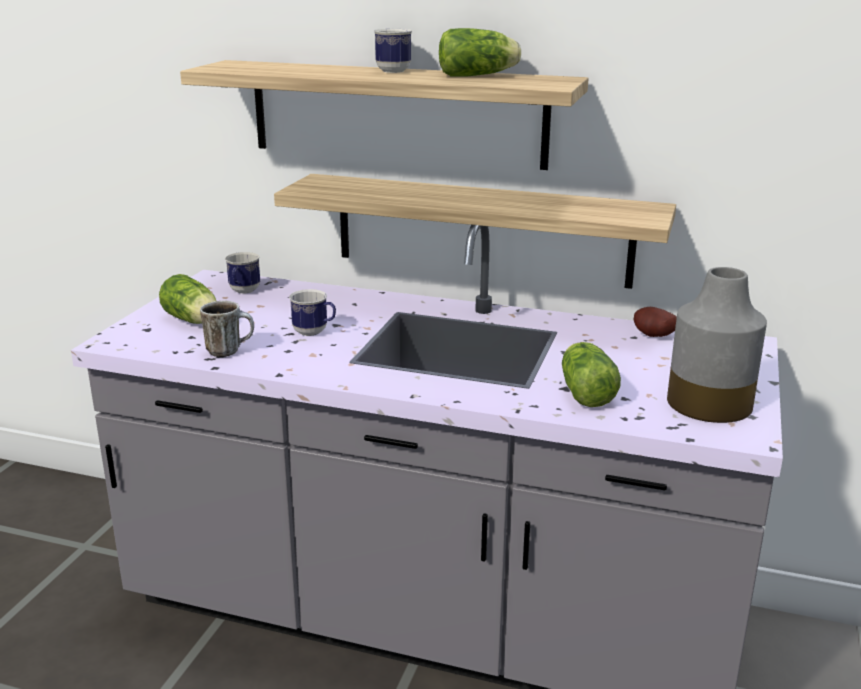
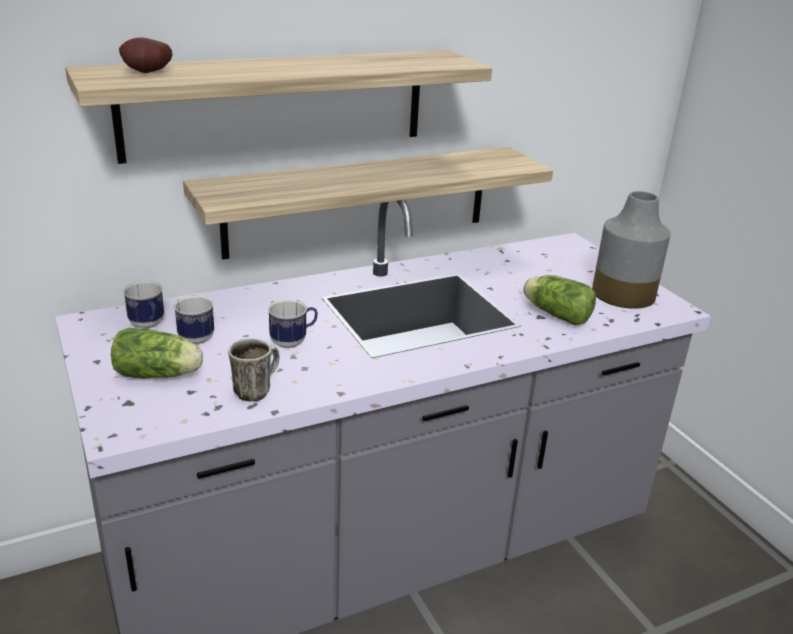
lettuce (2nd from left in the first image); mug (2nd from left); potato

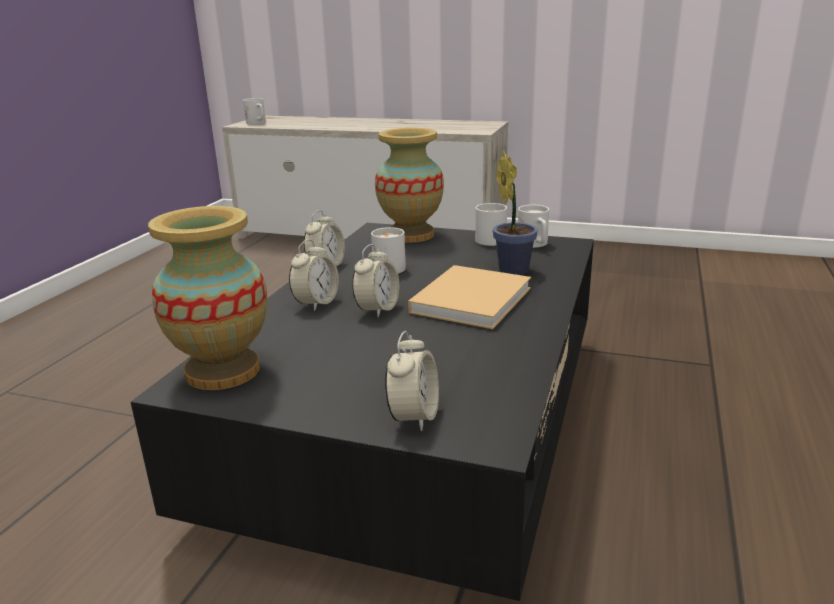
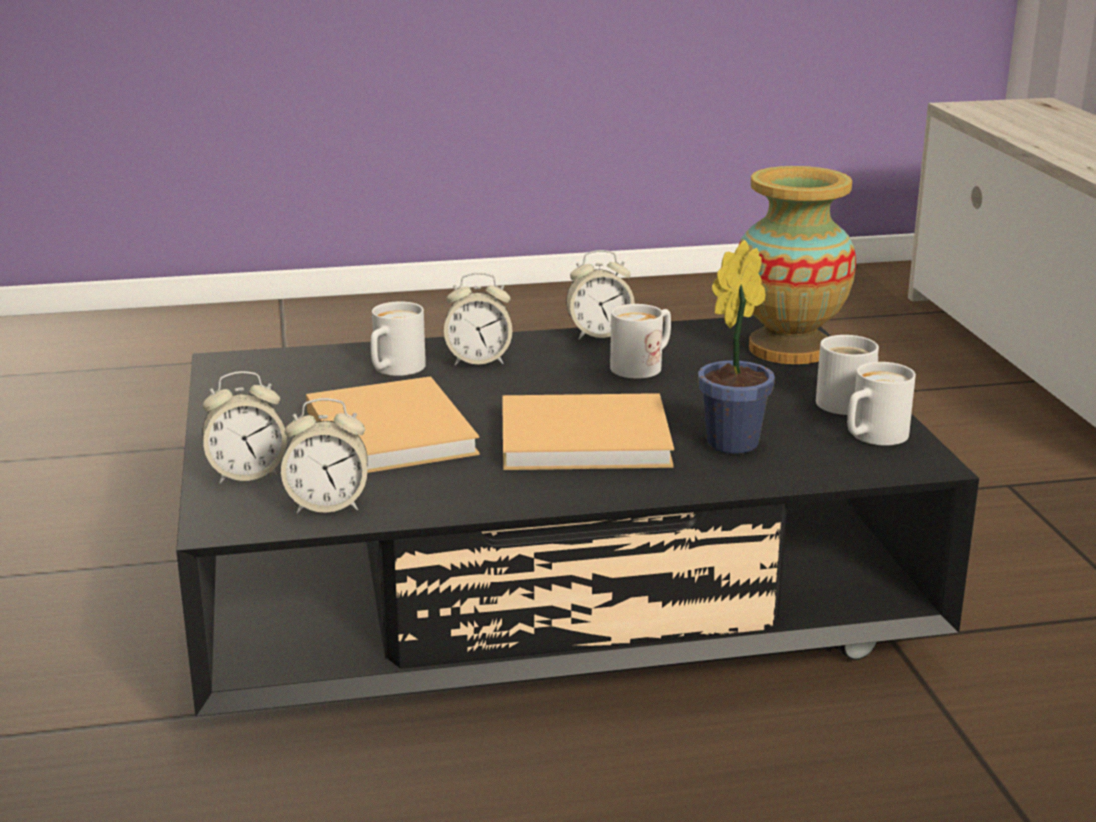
mug (white) (1st from left); vase (1st from left in the first image); alarm clock (2nd from left); book (beige) (1st from left)

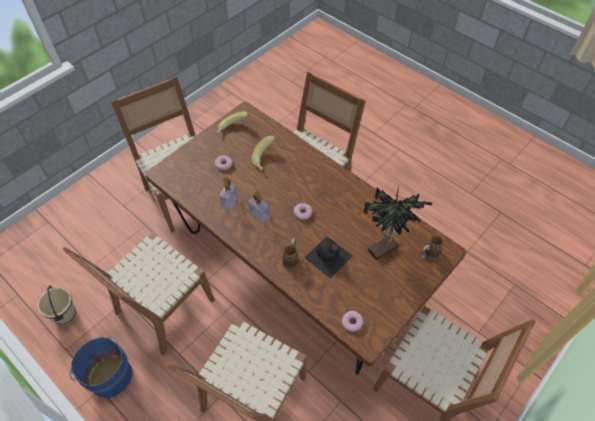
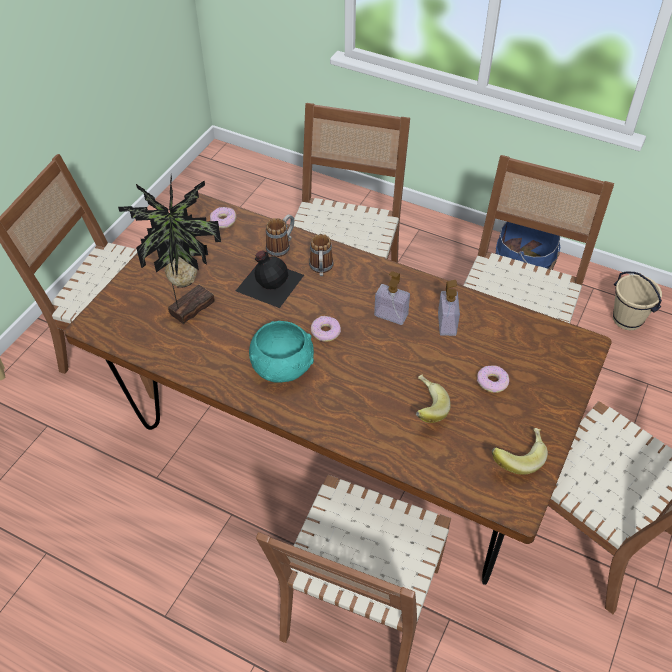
mug (1st from left); bowl (turquoise)

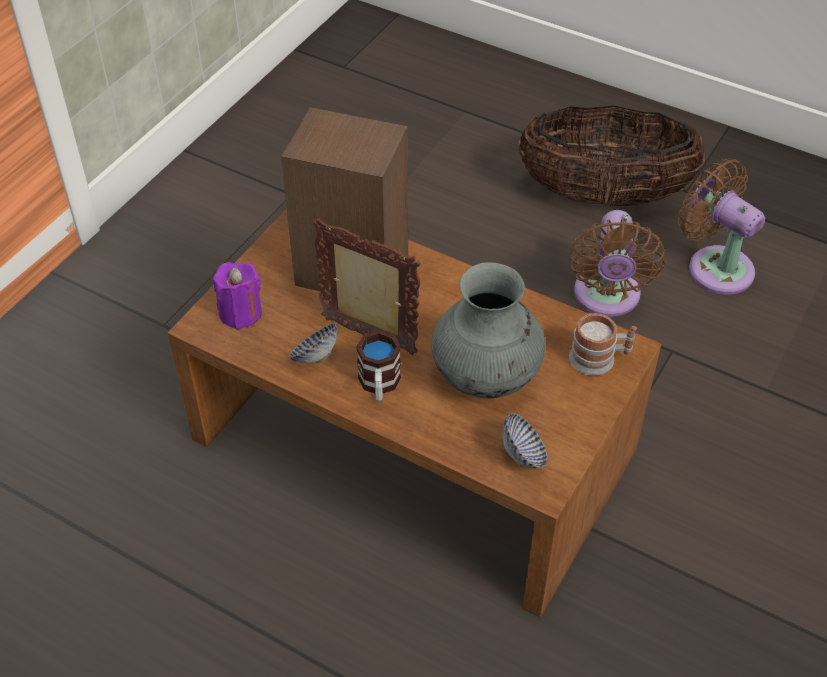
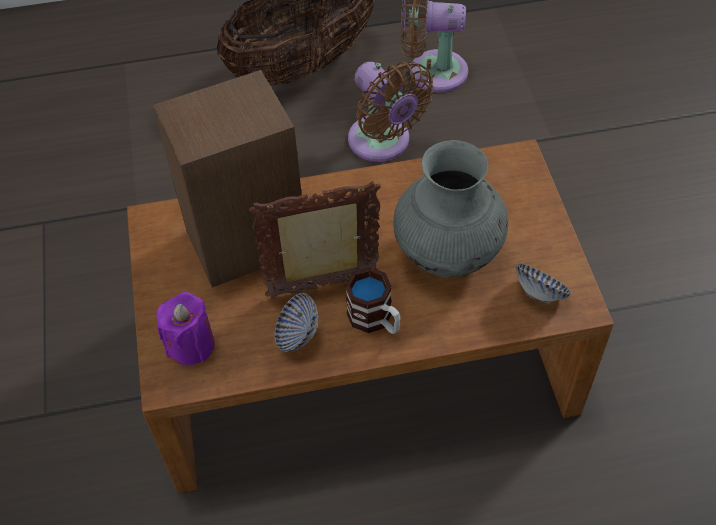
mug (2nd from left in the first image)

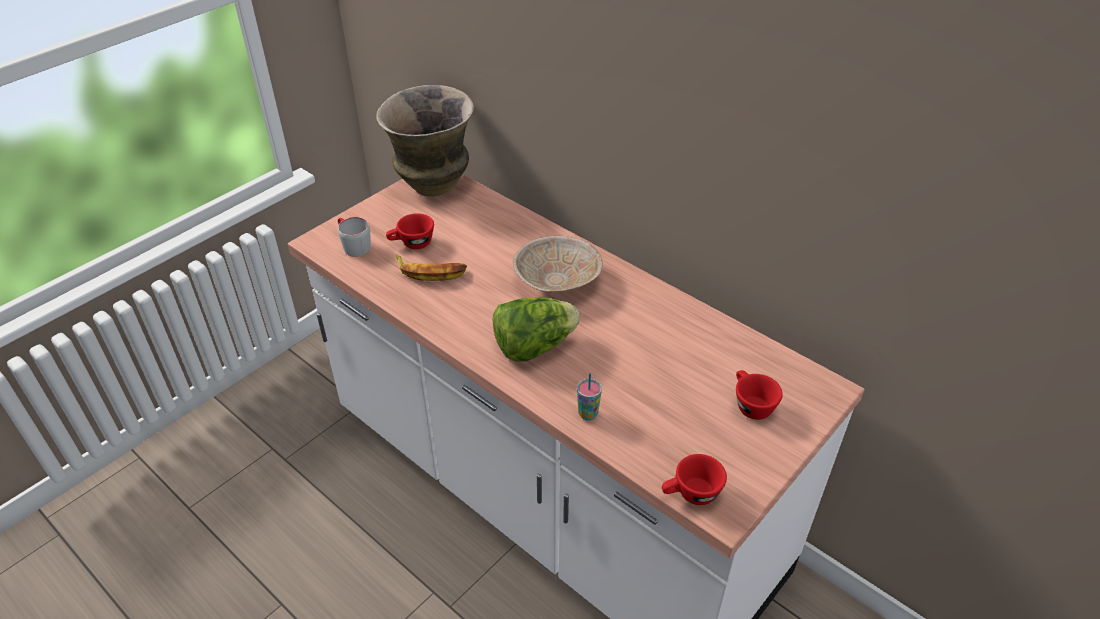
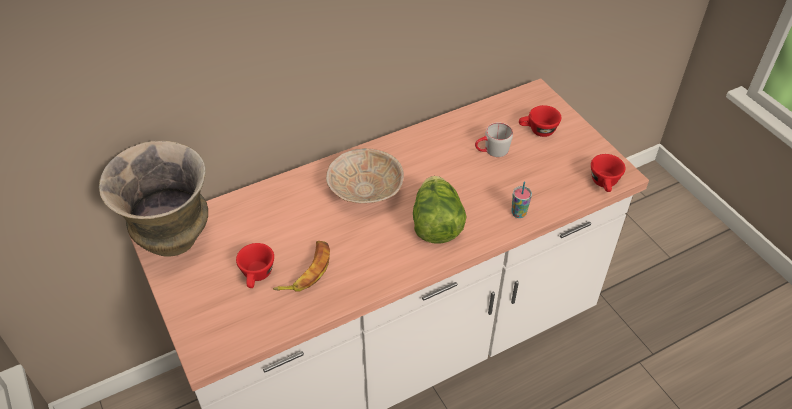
mug (grey)

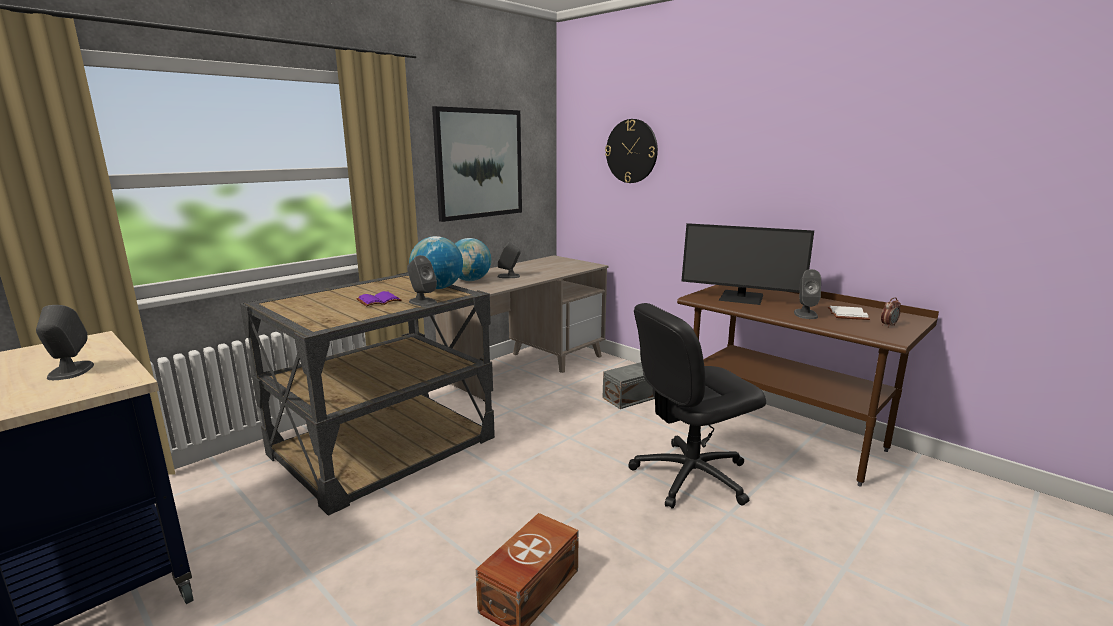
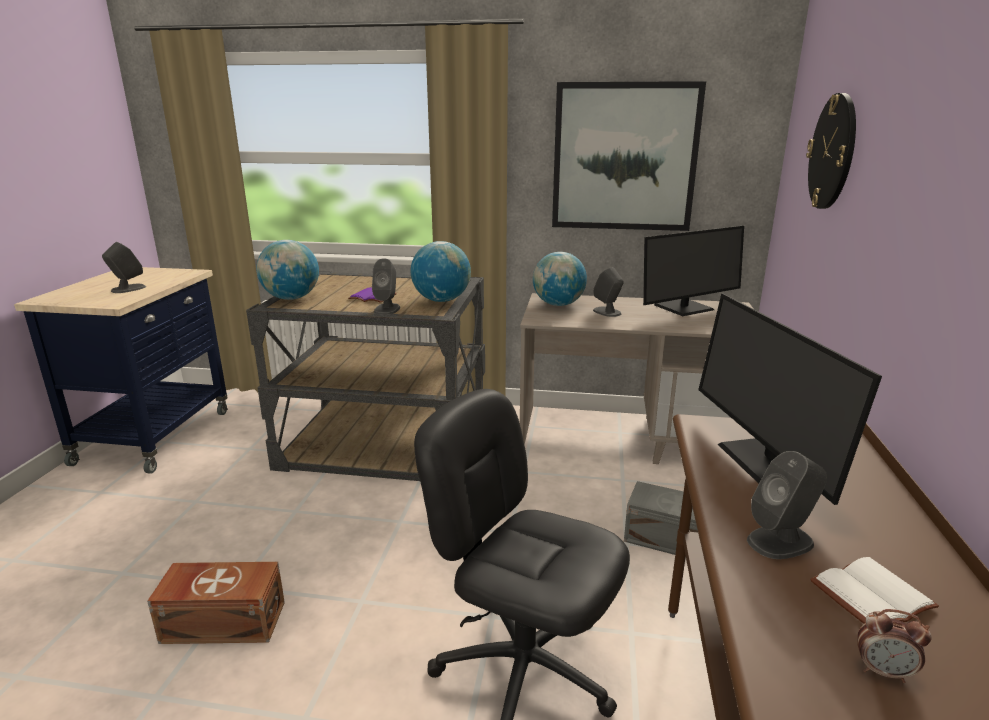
monitor (1st from left); globe (1st from left)

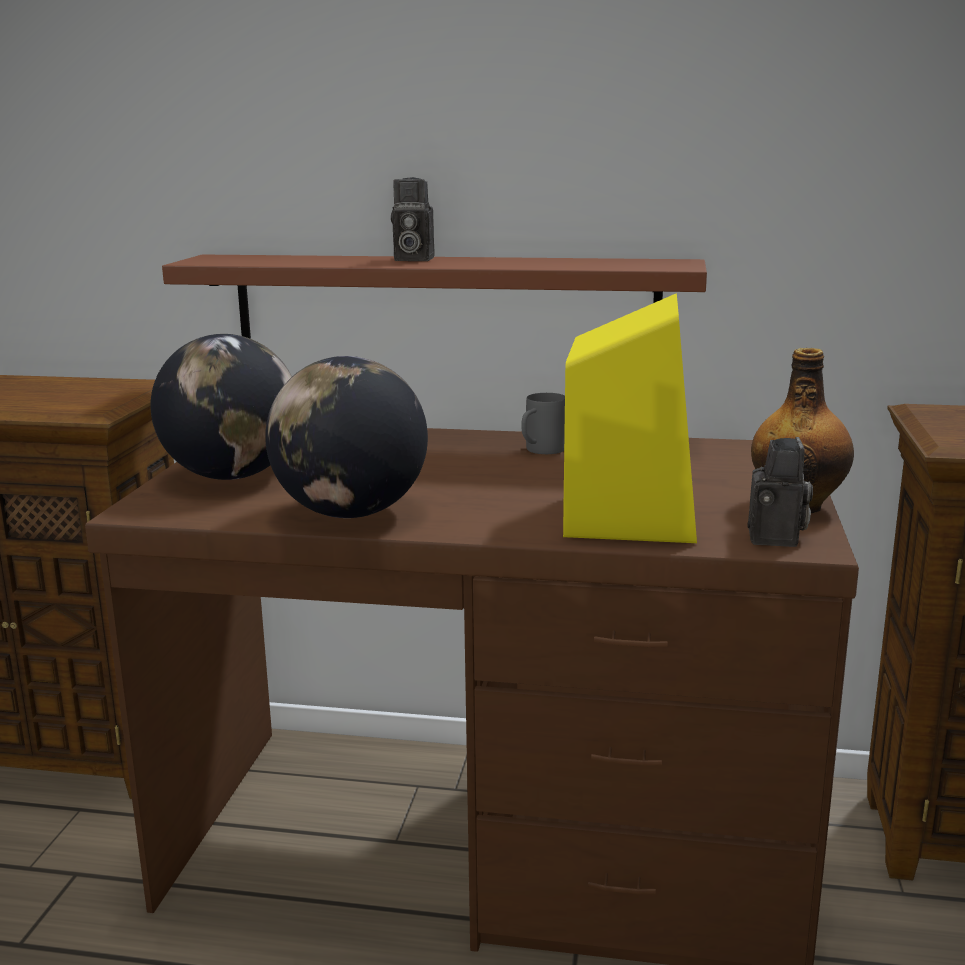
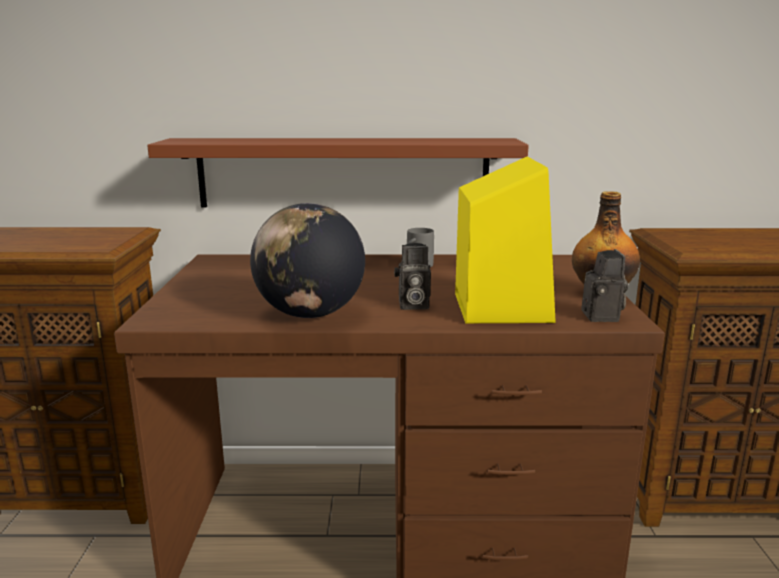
photo camera (1st from left); globe (1st from left in the first image)

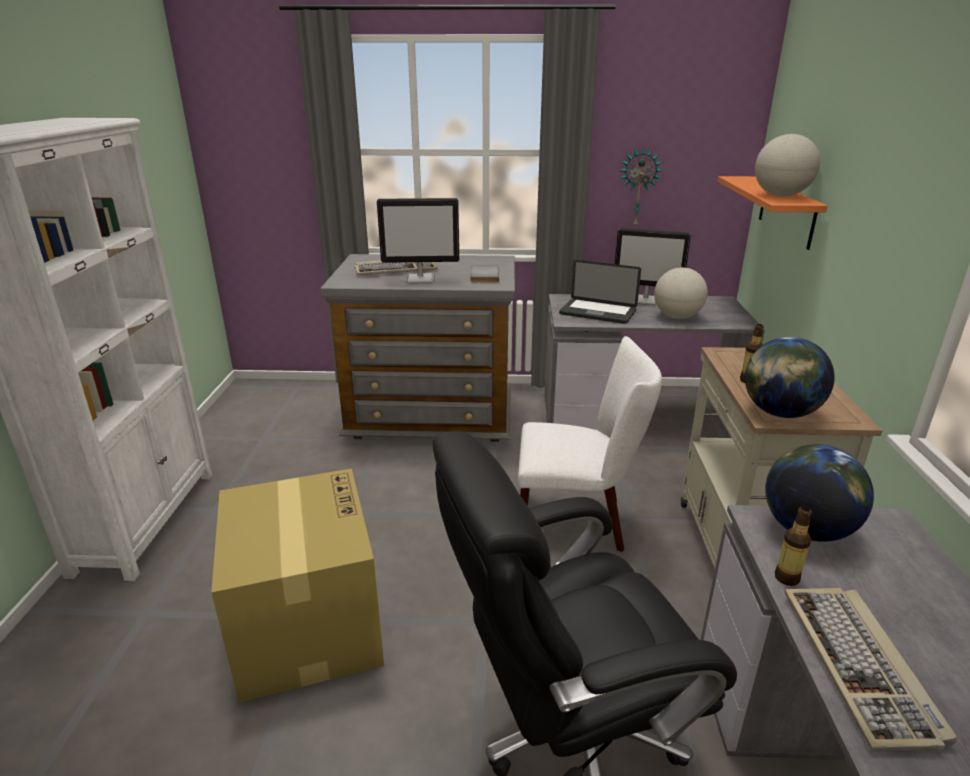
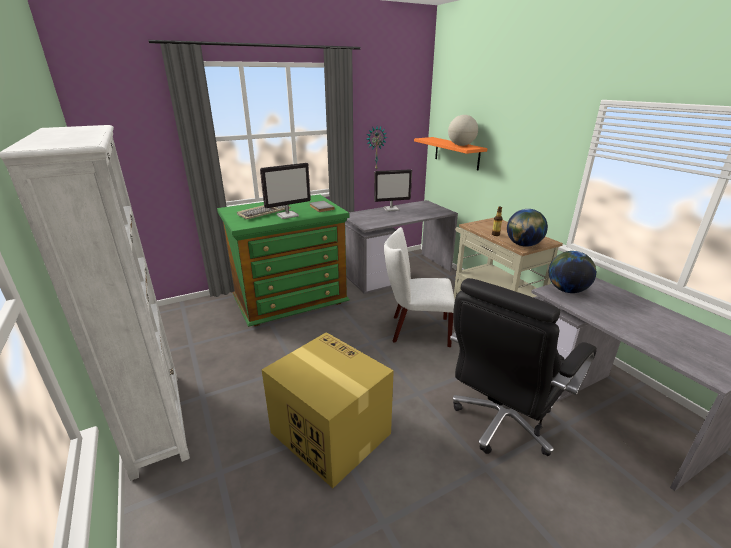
dresser (green); laptop; globe (1st from left in the first image); chair (white); bottle (2nd from left in the first image); keyboard (2nd from left in the first image)

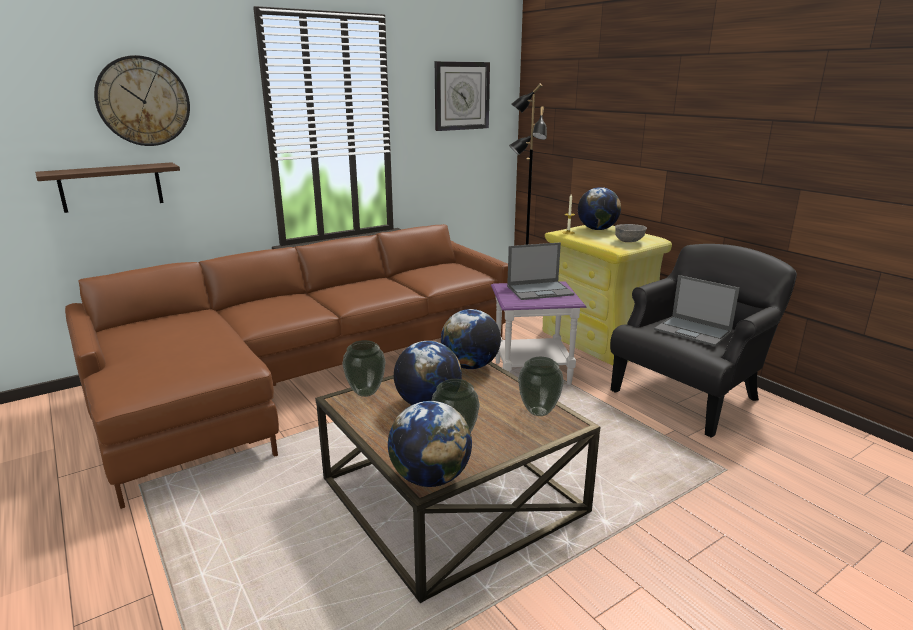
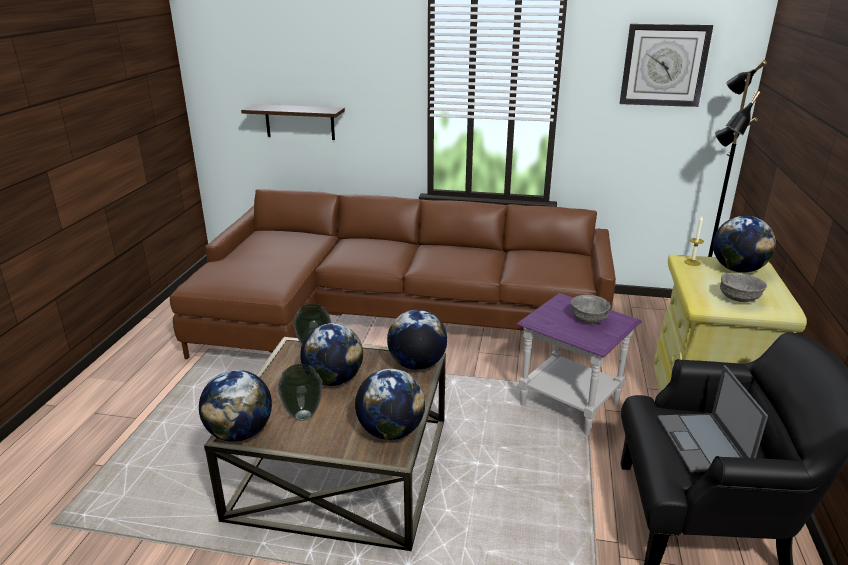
wall clock (1st from left in the first image); bowl (grey) (1st from left); globe (3rd from left)

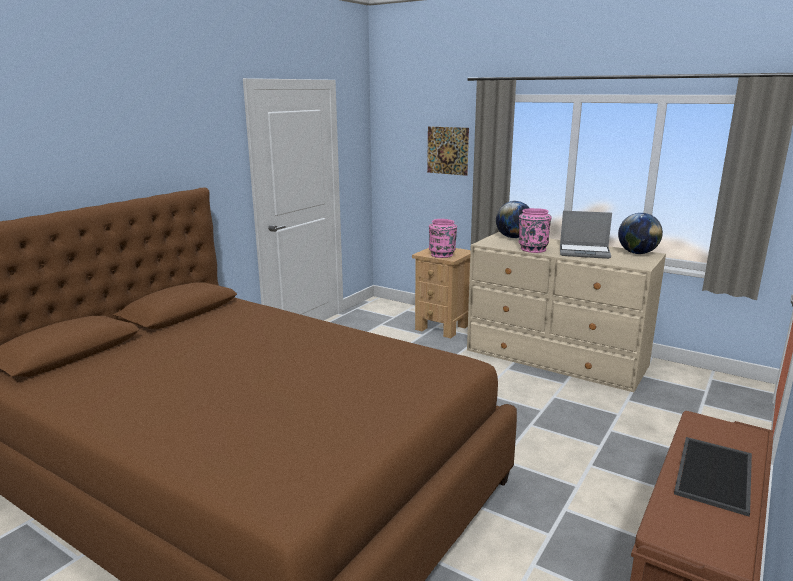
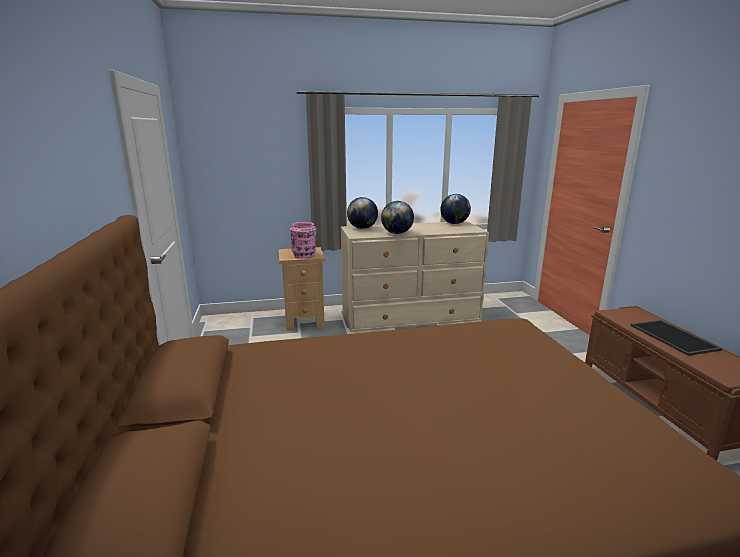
picture; globe (2nd from left); laptop

